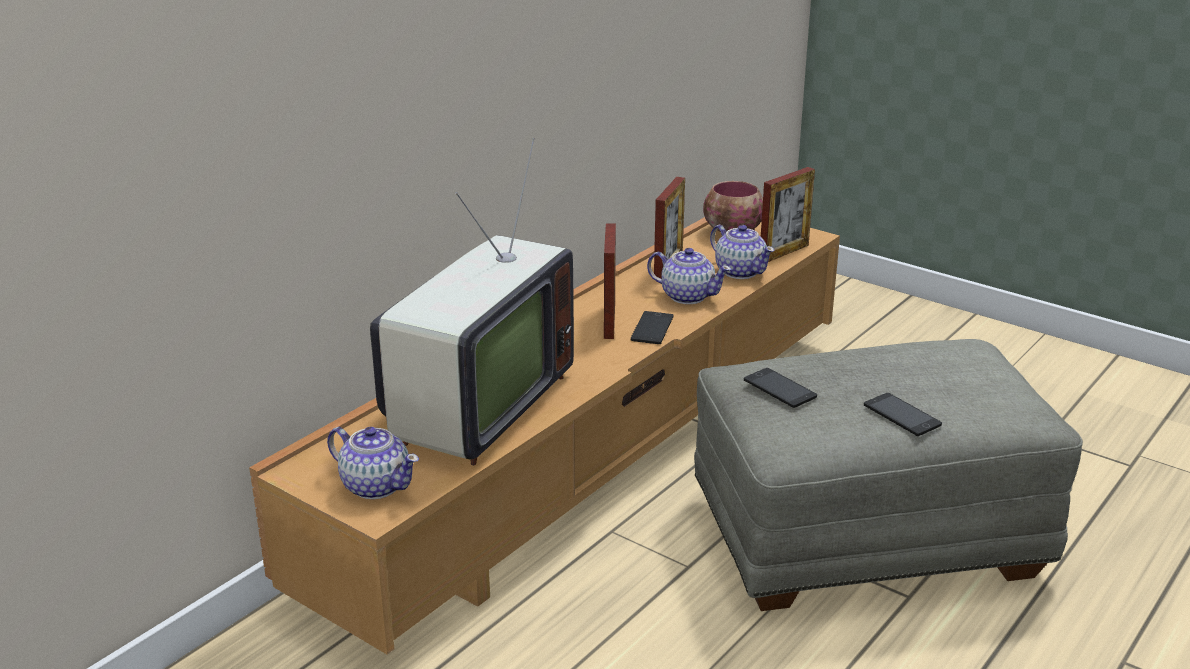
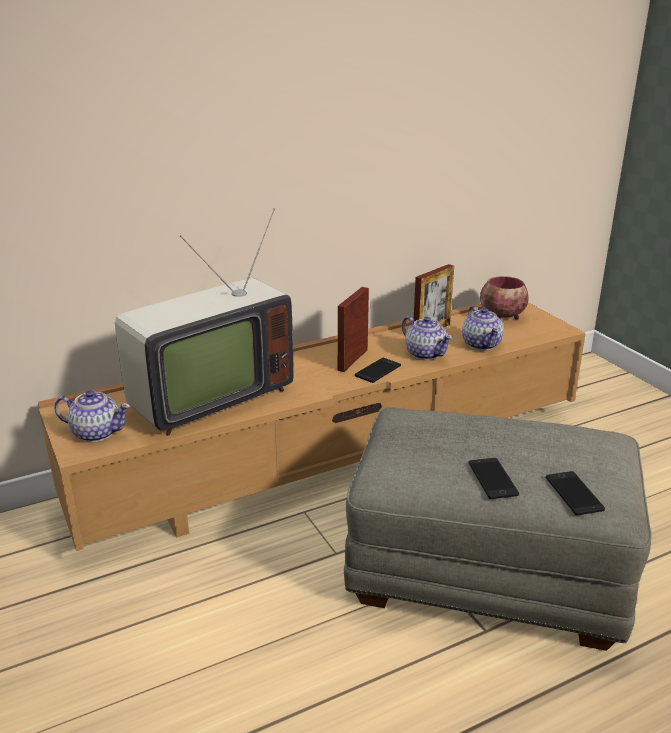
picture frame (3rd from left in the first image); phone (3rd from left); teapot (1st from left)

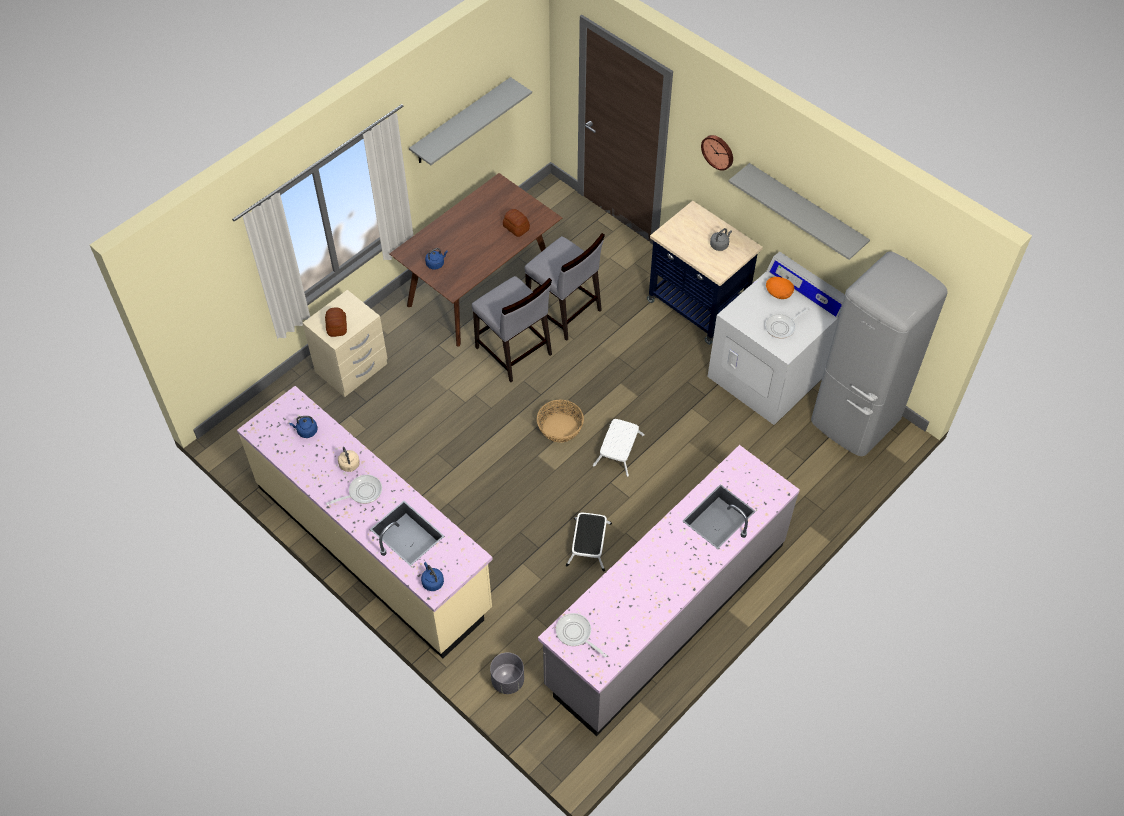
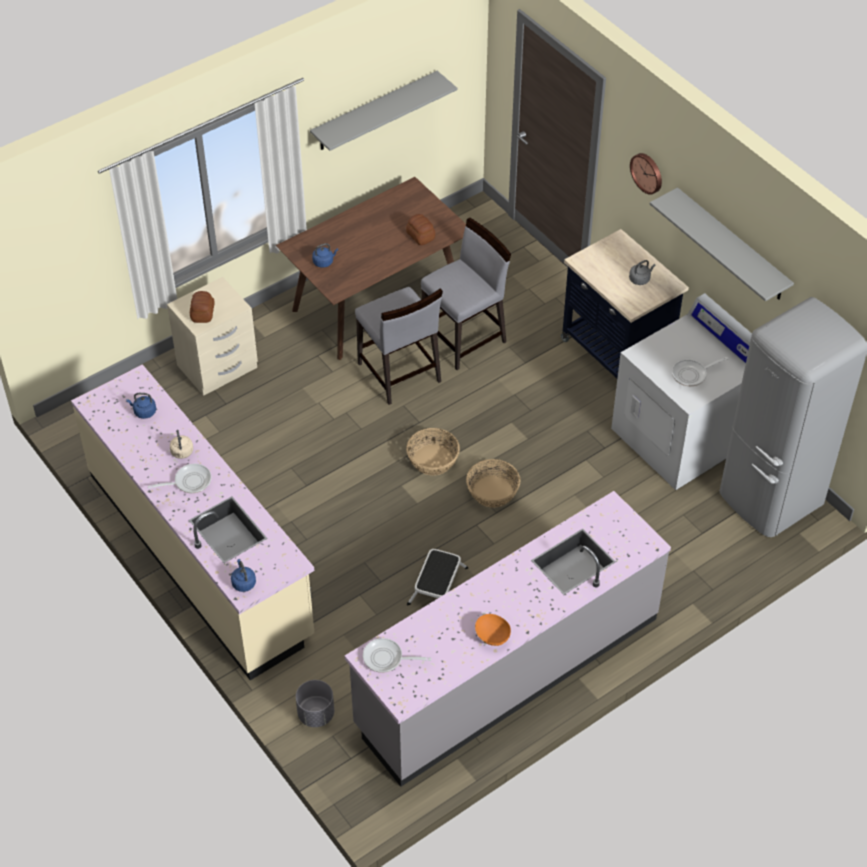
chair (grey) (2nd from left); bowl (orange); basket (2nd from left); frying pan (2nd from left)

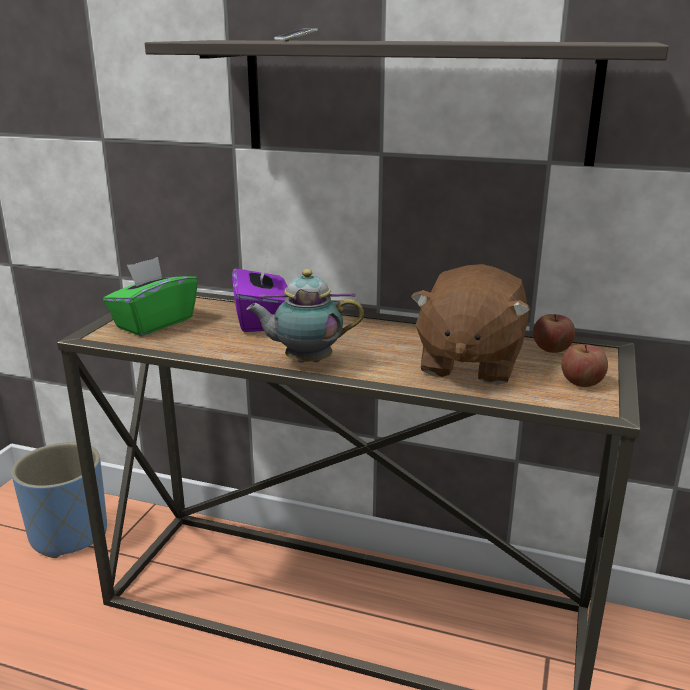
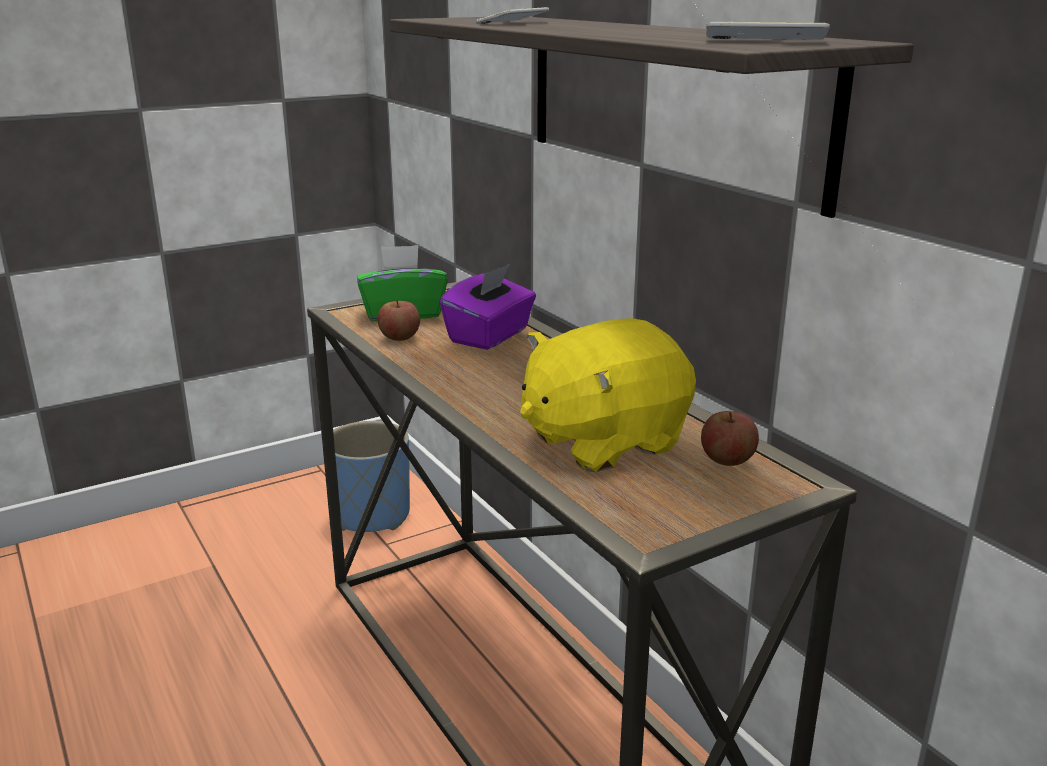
plush toy (yellow); teapot; apple (1st from left); phone (2nd from left)

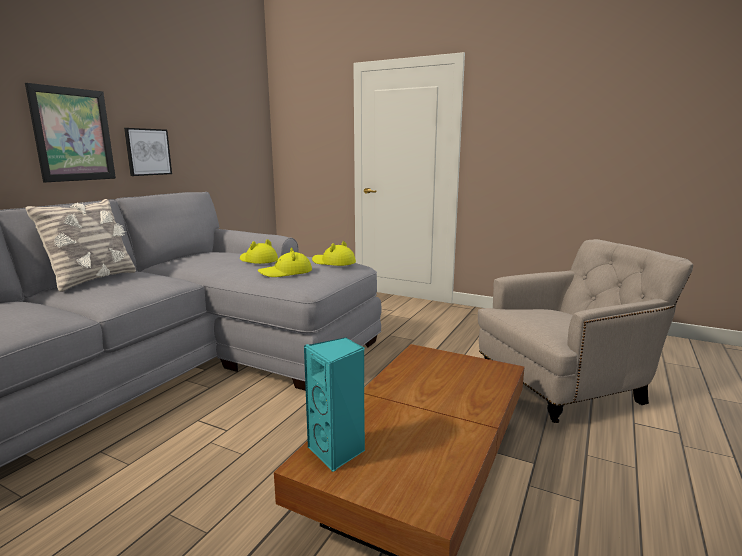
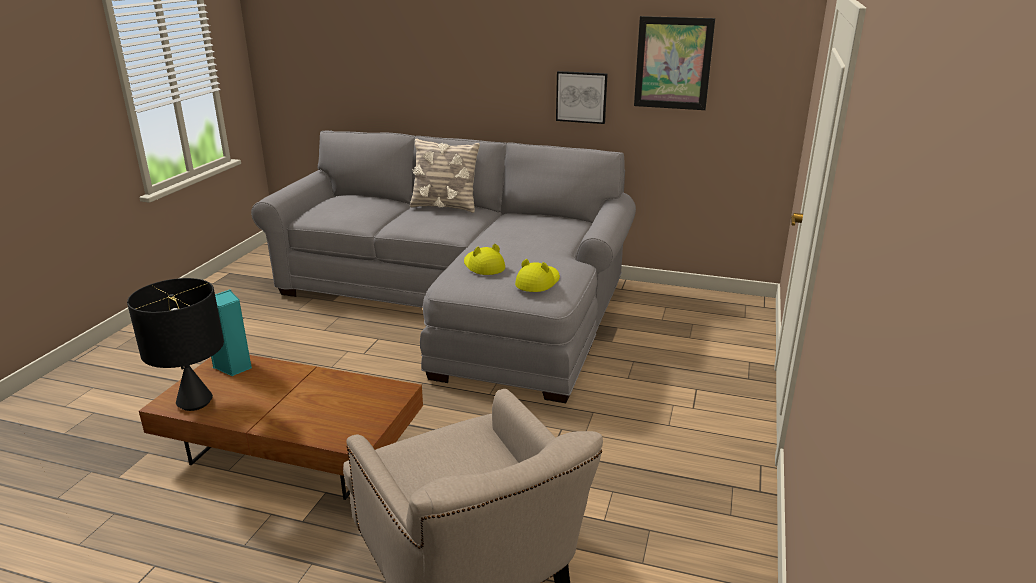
picture (2nd from left); hat (yellow) (1st from left in the first image); table lamp (black)

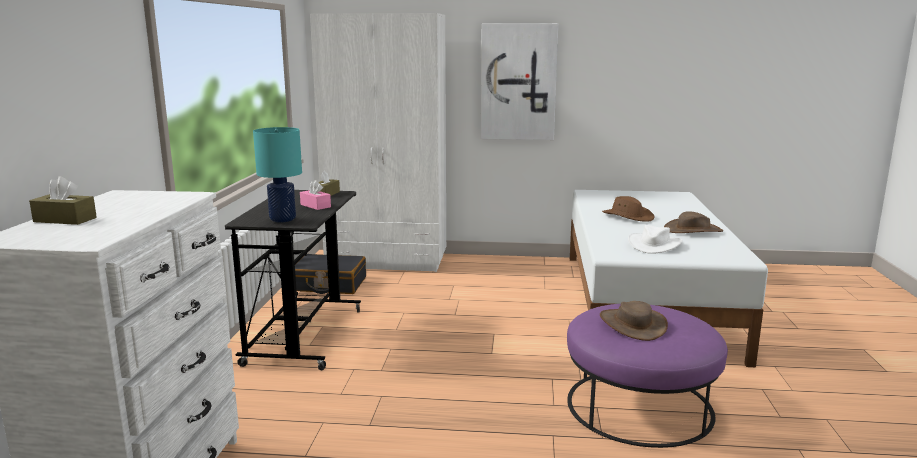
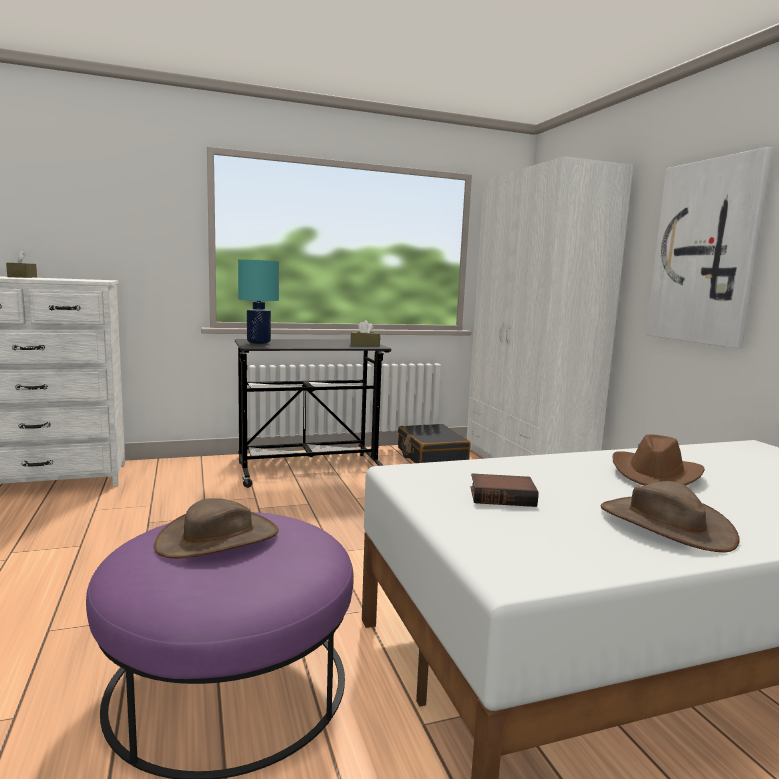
tissue box (pink); book

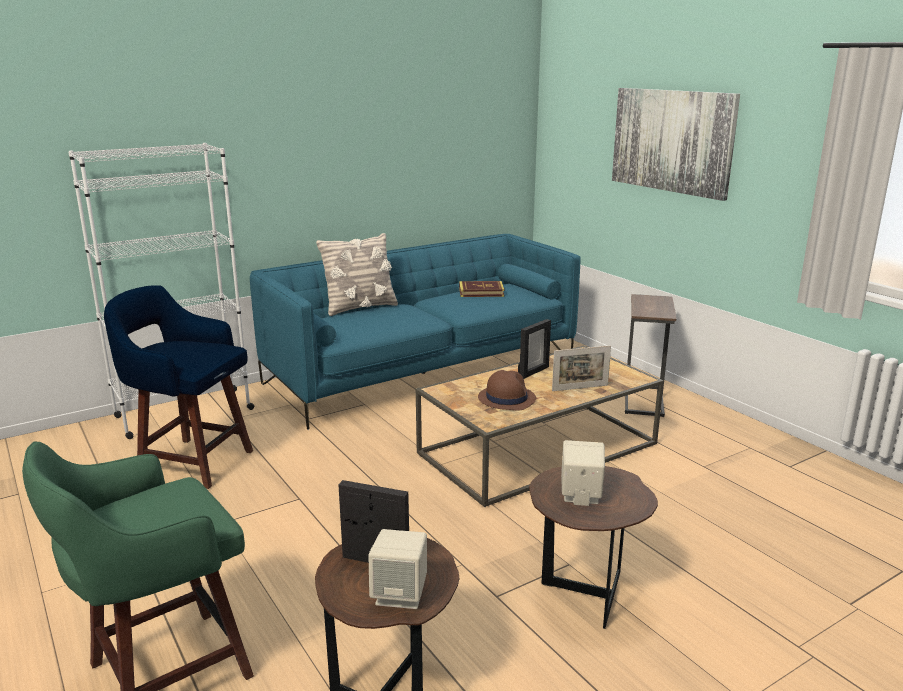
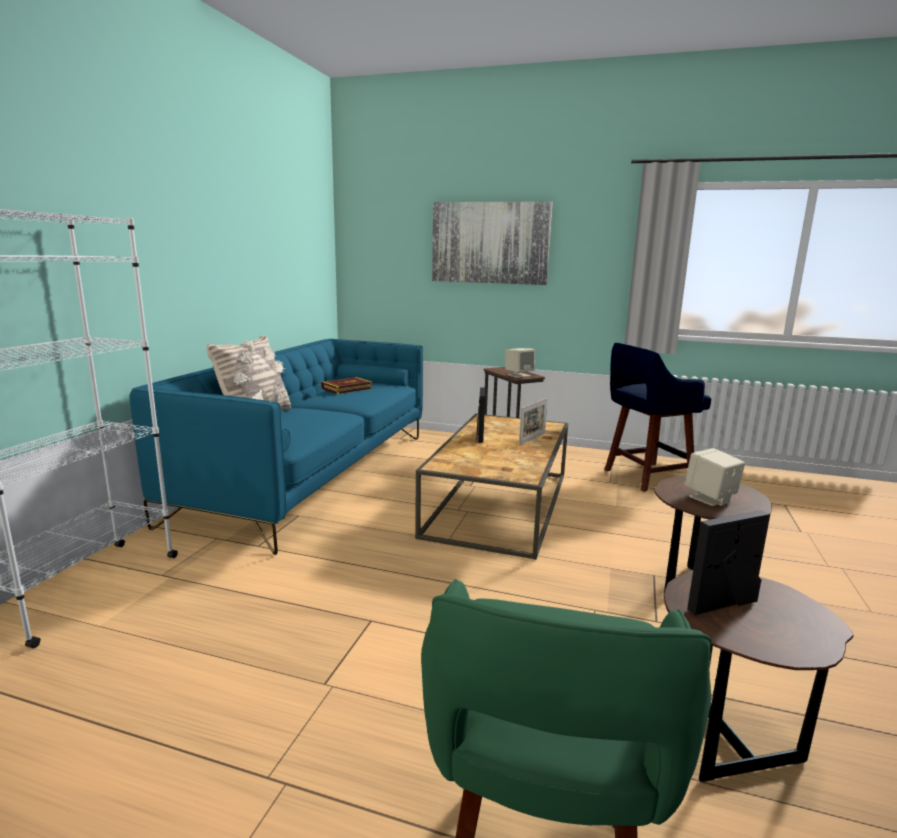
stool (blue); hat (brown); speaker (beige) (1st from left)

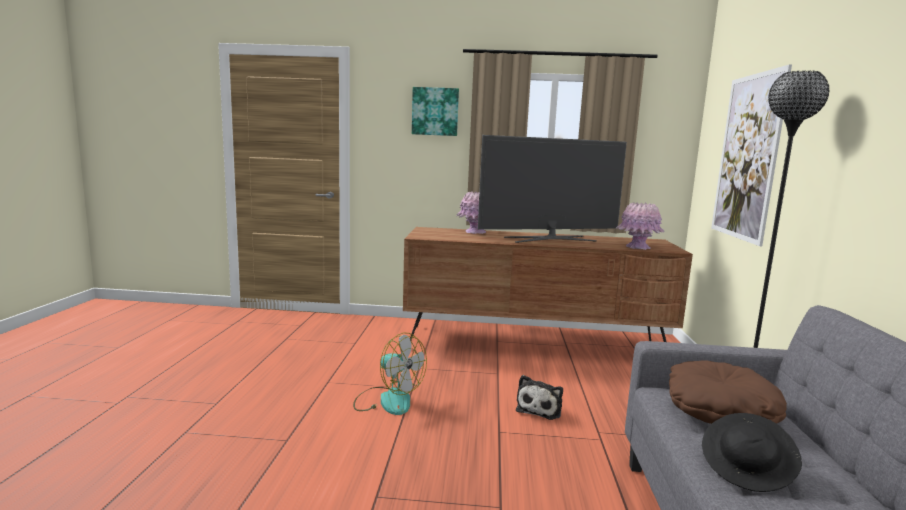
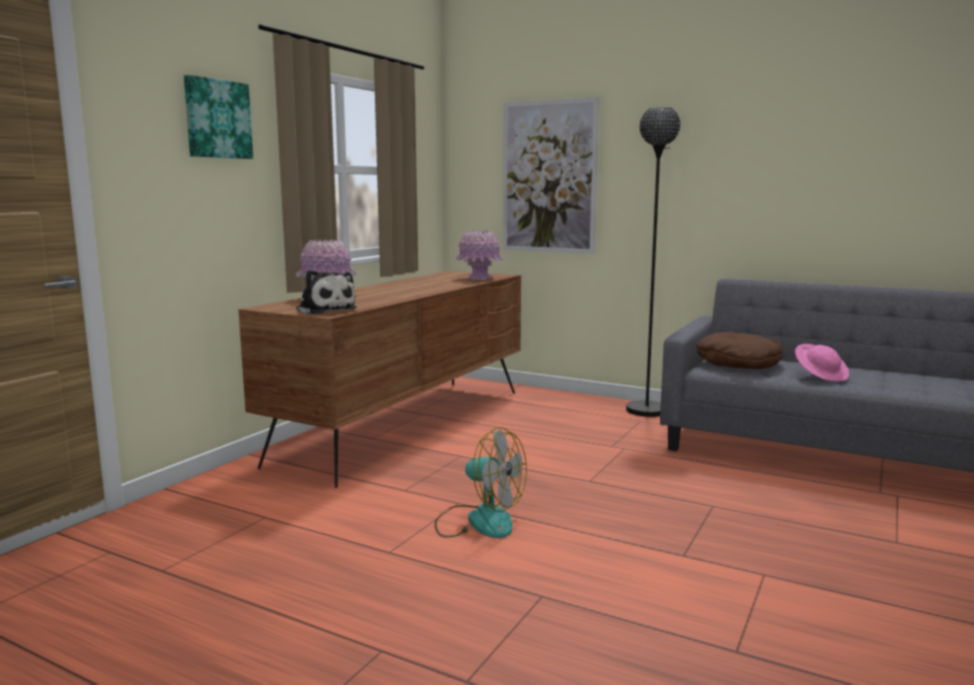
television; fan; plush toy; hat (pink)

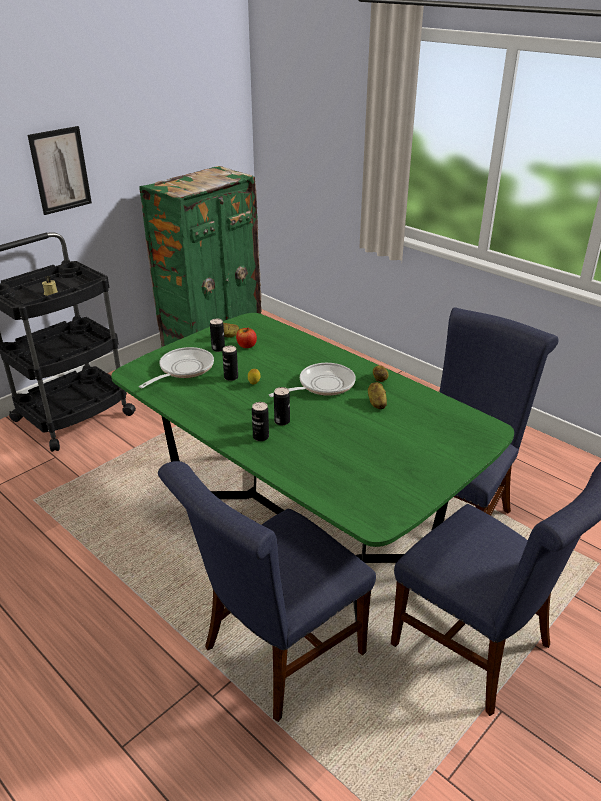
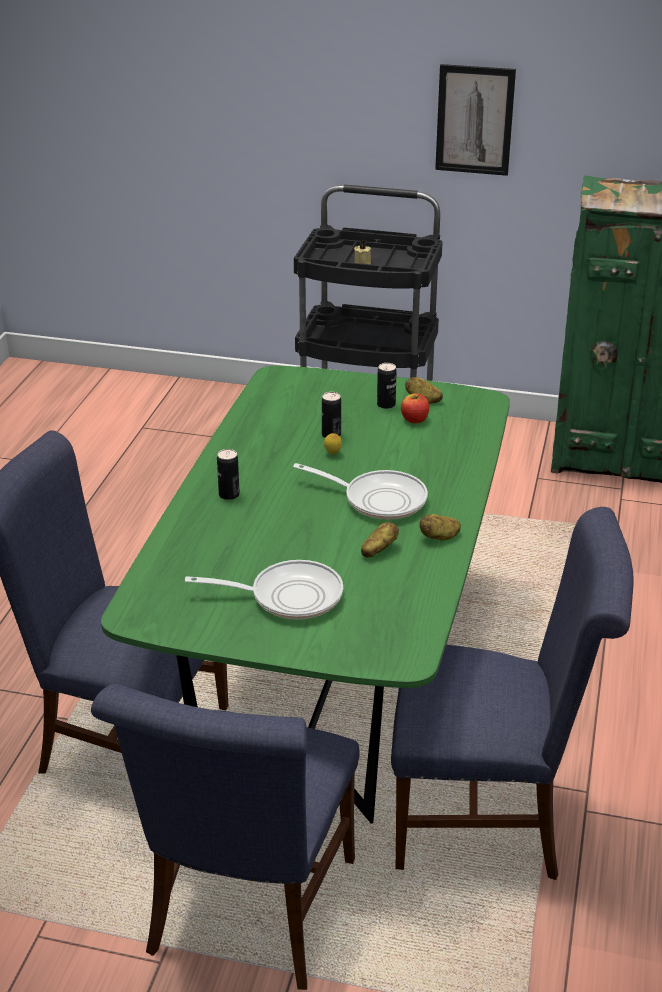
frying pan (1st from left); can (4th from left in the first image)

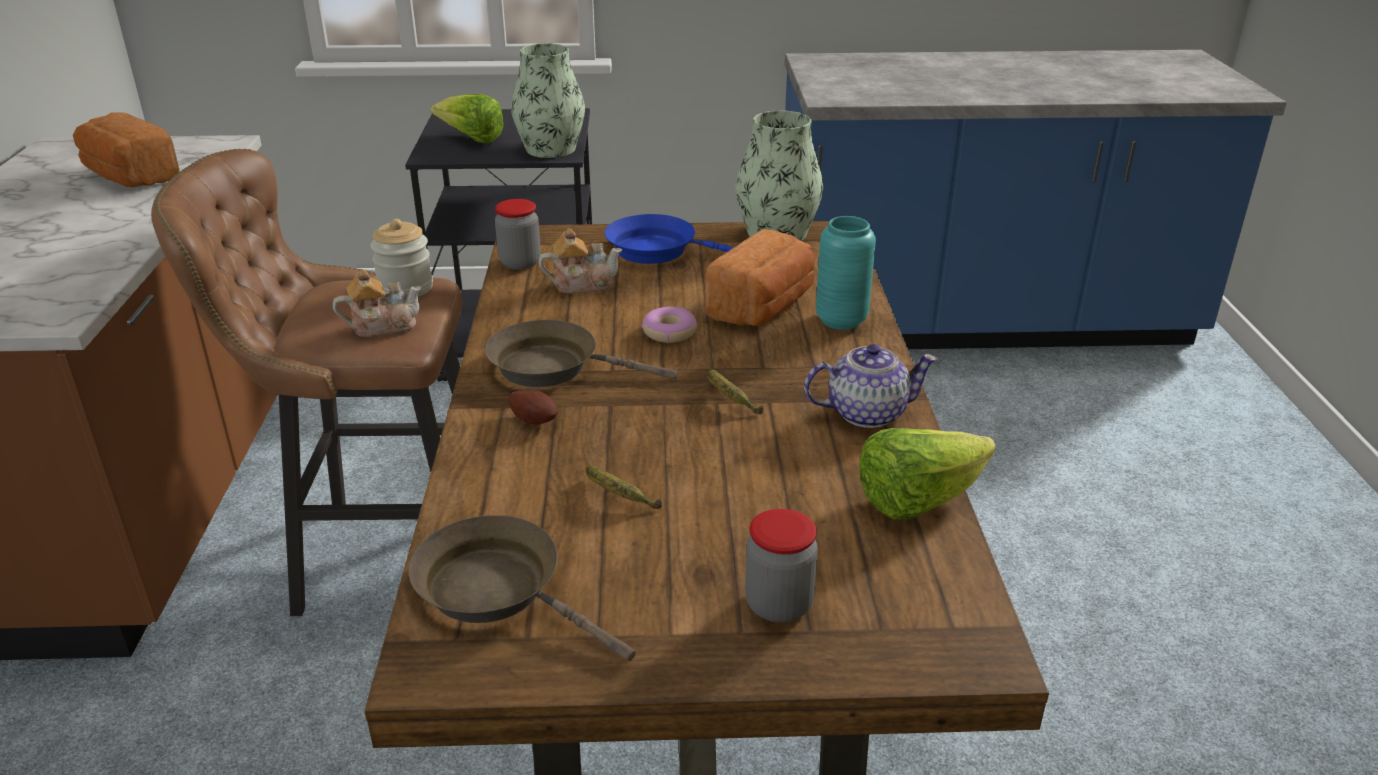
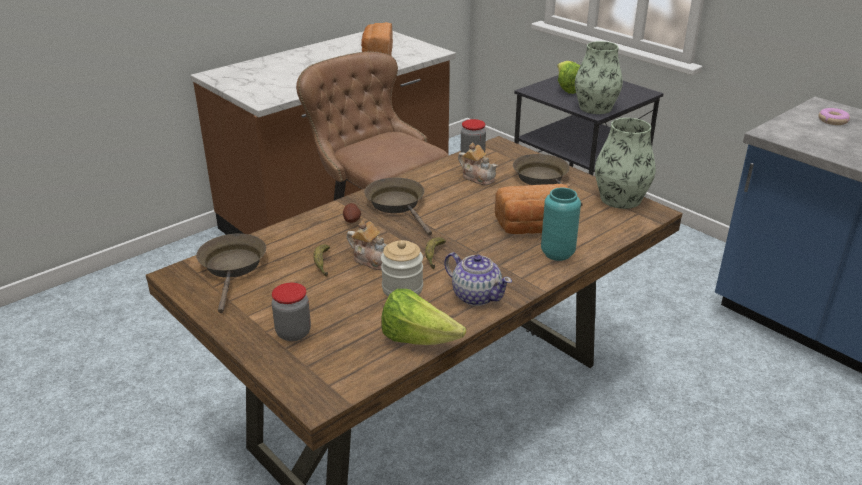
frying pan (brown) (3rd from left); jar (2nd from left); teapot (1st from left); donut

